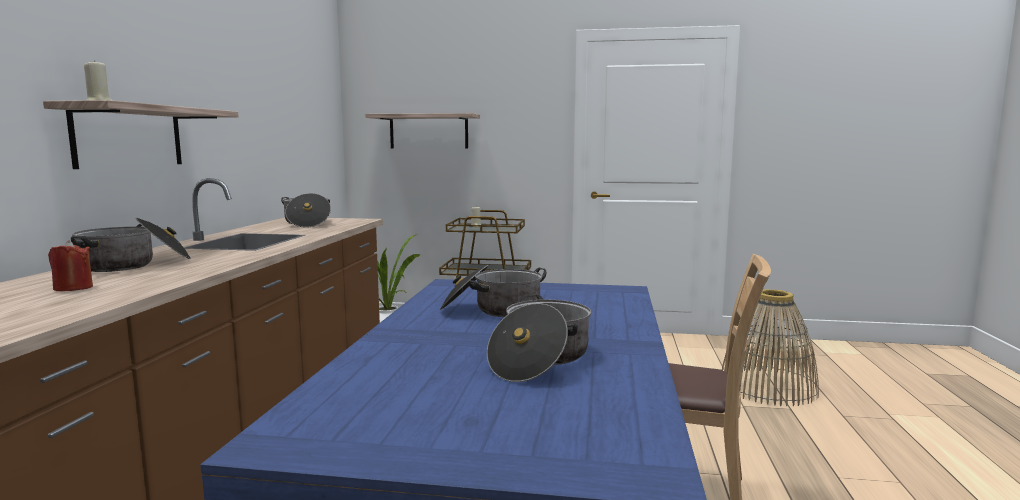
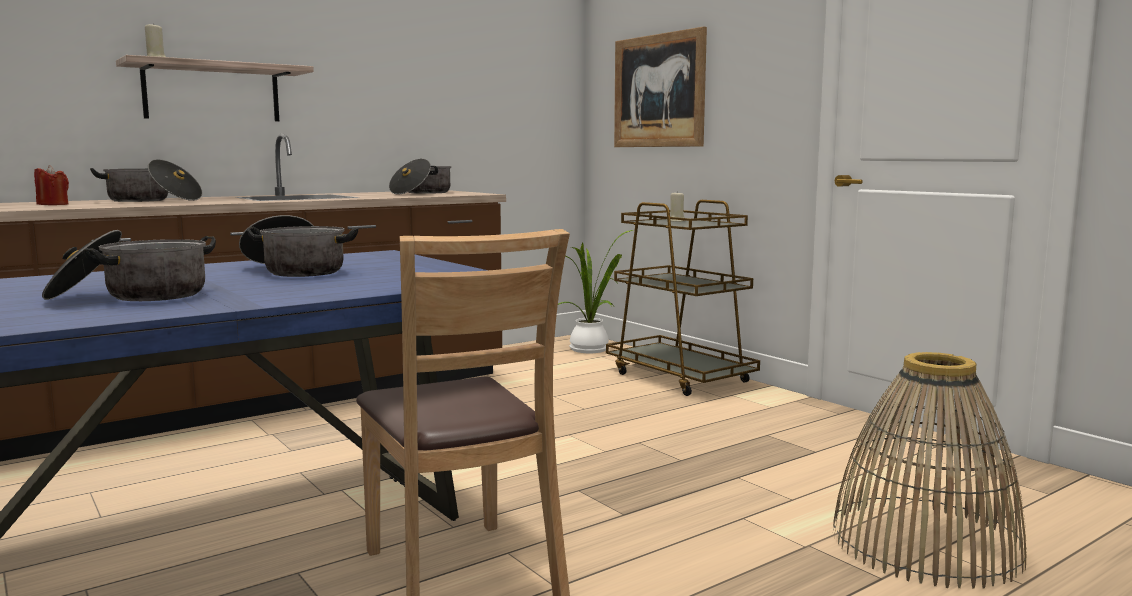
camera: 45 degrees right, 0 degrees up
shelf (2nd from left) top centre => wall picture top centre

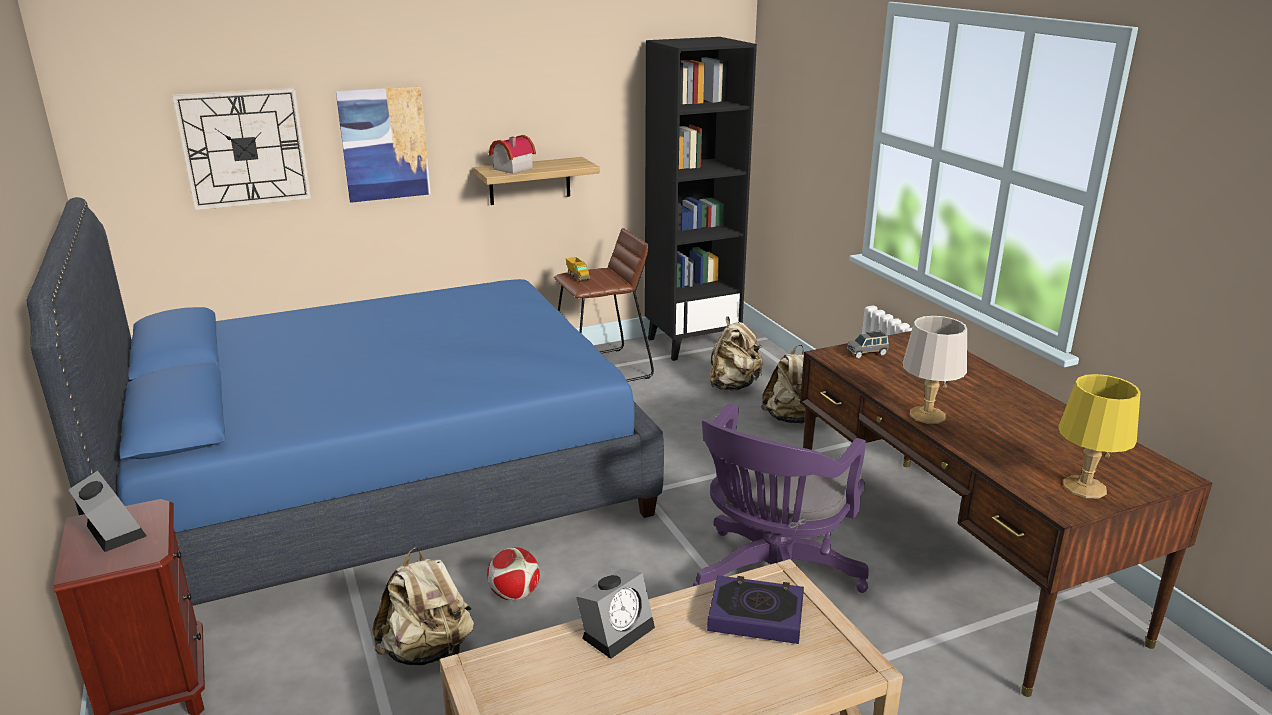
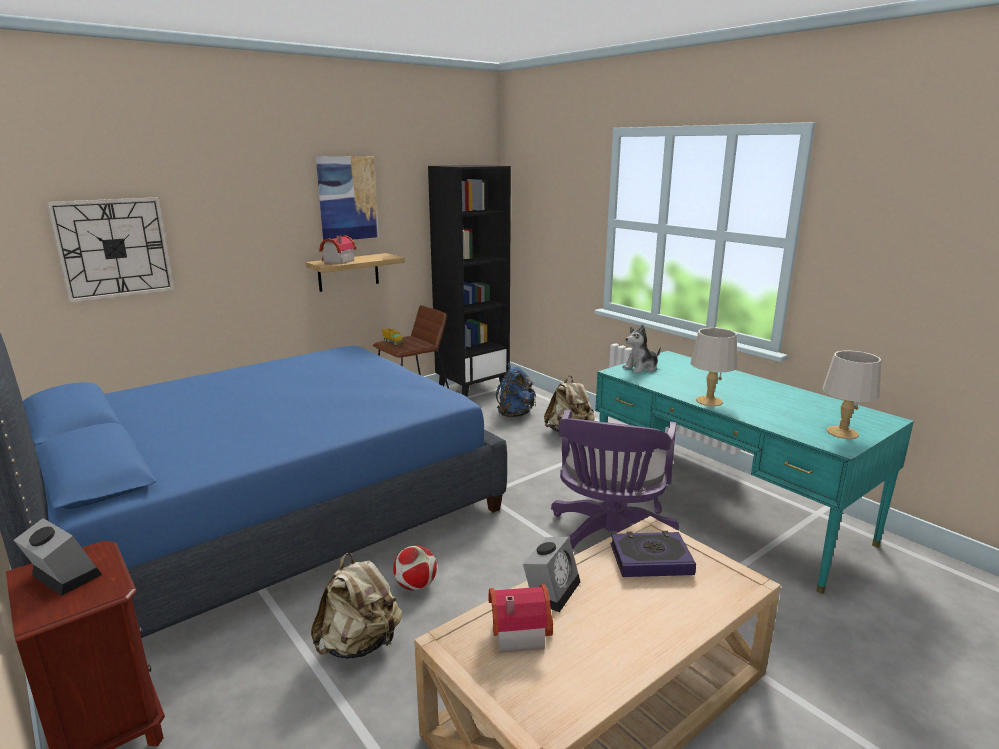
camera: 15 degrees left, 5 degrees down
wall picture top left => wall picture top centre, move
sand-coloured rucksack (2nd from left) centre => blue-coloured rucksack centre
greyish toy car middle right => soft toy centre
brown-coloured desk unit bottom right => turquoise-coloured desk unit middle right
yellowish lamp for a table middle right => greyish lamp for a table (2nd from left) middle right
nothing => miniature house (2nd from left) bottom centre

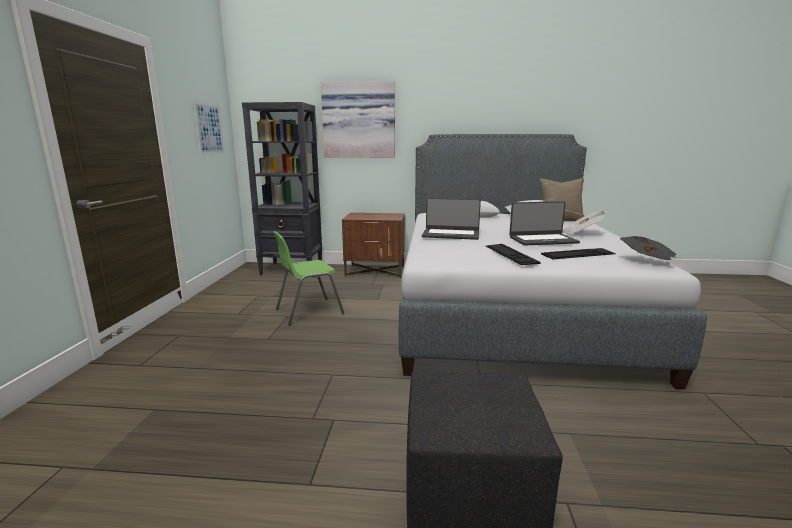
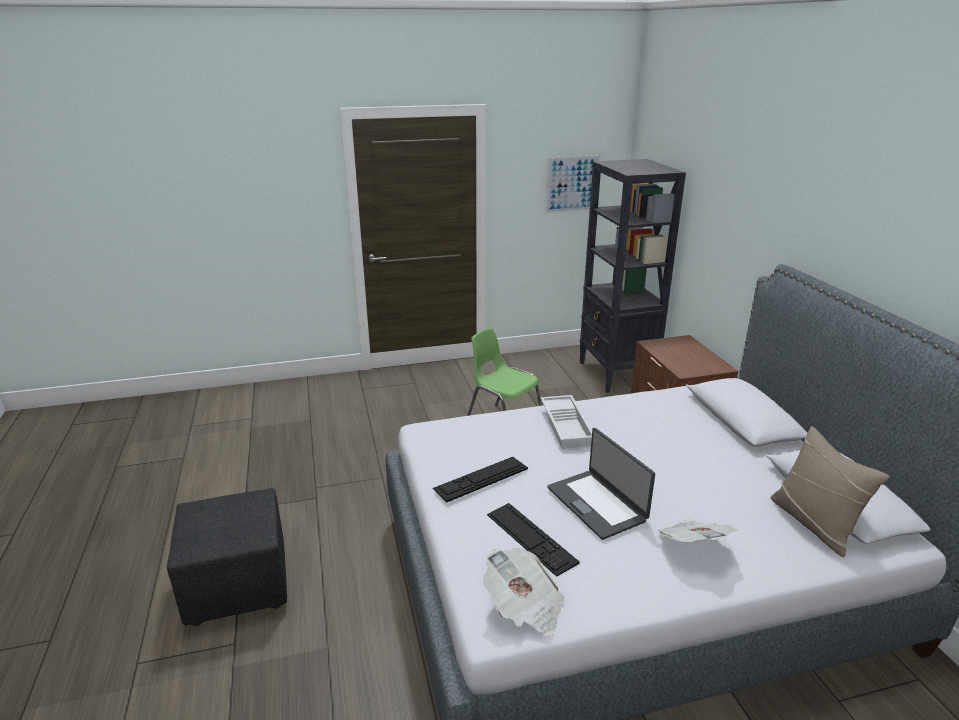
camera: 70 degrees right, 10 degrees up
wall picture (2nd from left) top centre => nothing
portable computer (1st from left) centre => white serving tray centre

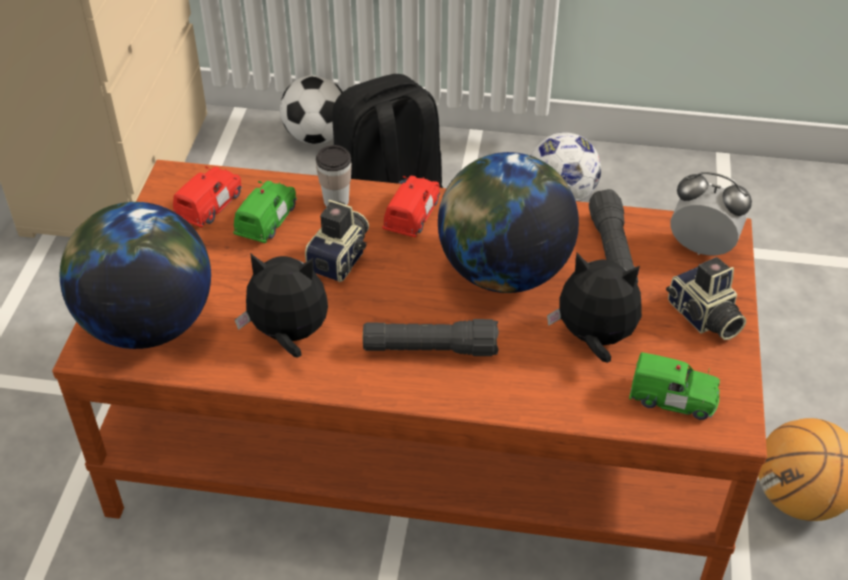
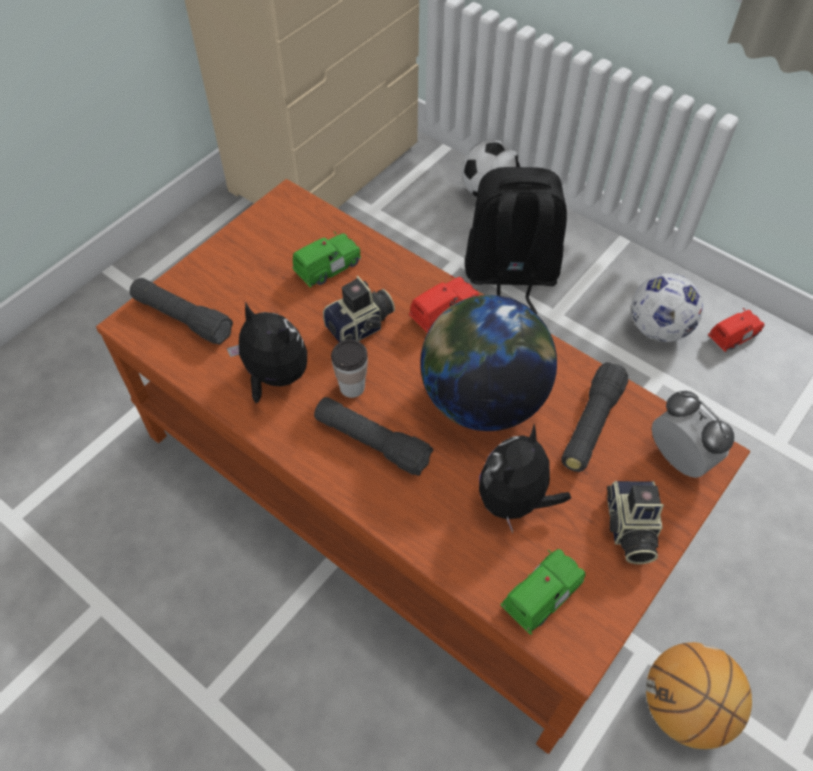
camera: 30 degrees right, 10 degrees up
drinking cup top centre => drinking cup centre, move
reddish toy car (1st from left in the first image) middle left => reddish toy car (2nd from left) middle right, move
desk globe (1st from left) middle left => black-coloured flashlight (1st from left) middle left
soft toy (2nd from left) middle right => soft toy (2nd from left) centre, 105 degrees counterclockwise
greenish toy car (2nd from left) middle right => greenish toy car (2nd from left) bottom right, 90 degrees counterclockwise

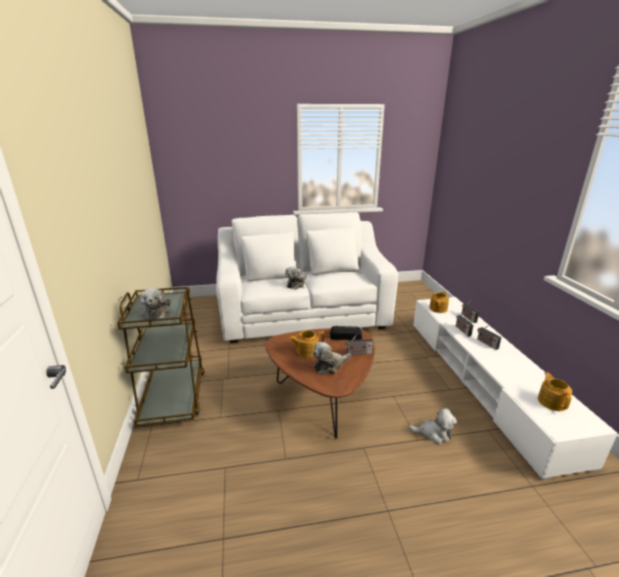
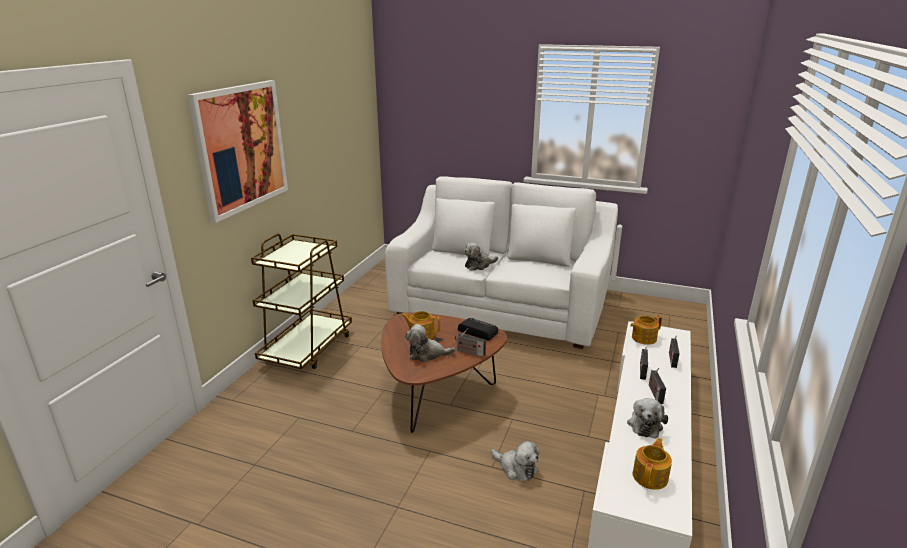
camera: 30 degrees right, 0 degrees up
soft toy (1st from left in the first image) middle left => soft toy (4th from left) bottom right, move
nothing => wall picture top left

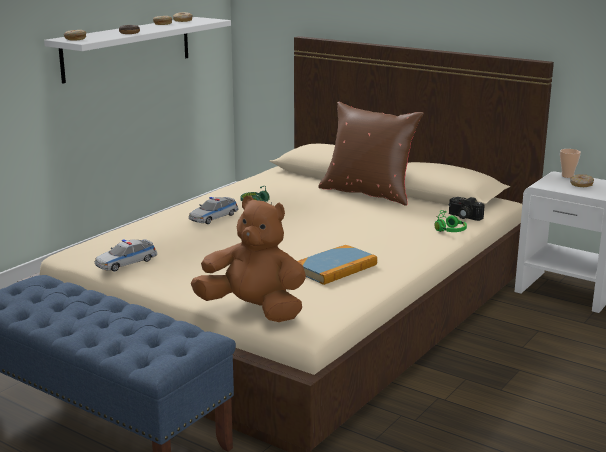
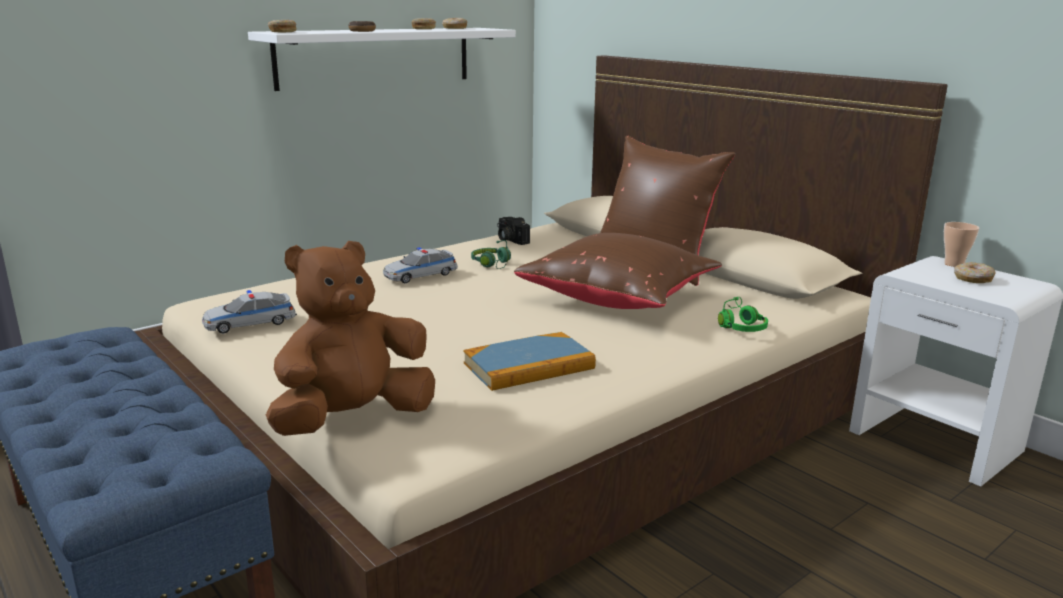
camera: 15 degrees right, 0 degrees up
brown-coloured soft toy centre => brown-coloured soft toy middle left, 75 degrees counterclockwise
photo camera middle right => photo camera centre, move
nothing => brown-coloured pillow (1st from left) centre

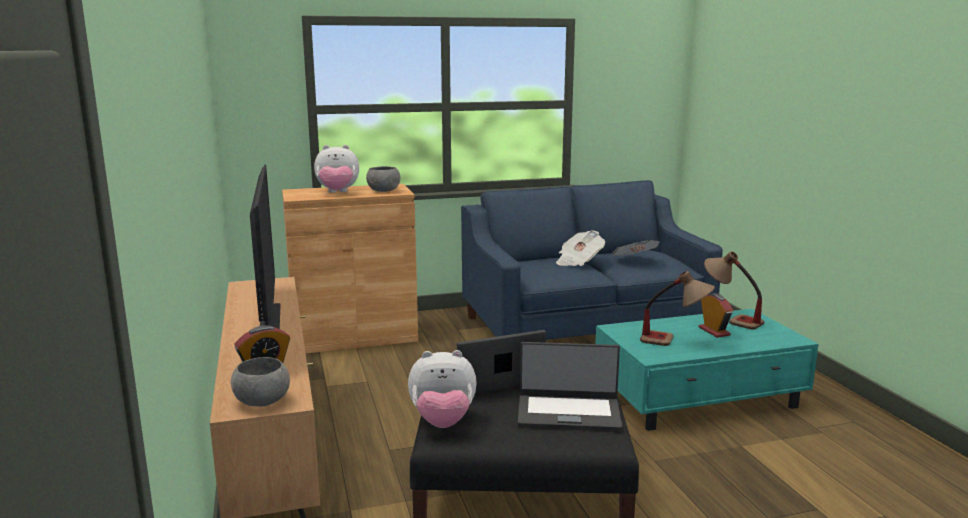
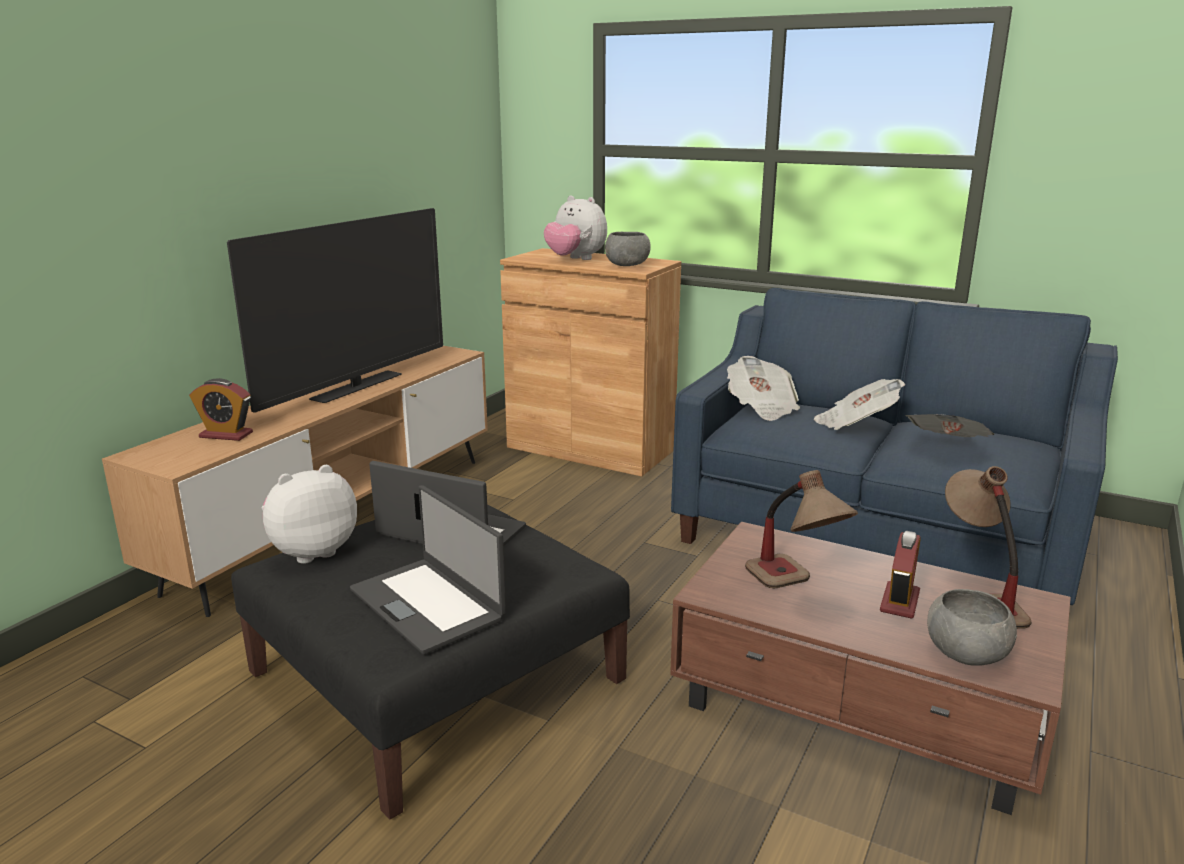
camera: 45 degrees right, 5 degrees up
turquoise-coloured low table bottom right => brown-coloured low table bottom right
soft toy (2nd from left in the first image) bottom centre => soft toy (1st from left) middle left, 105 degrees clockwise
greyish bowl (1st from left in the first image) bottom left => greyish bowl (2nd from left) bottom right, move
nothing => newspaper (1st from left) centre

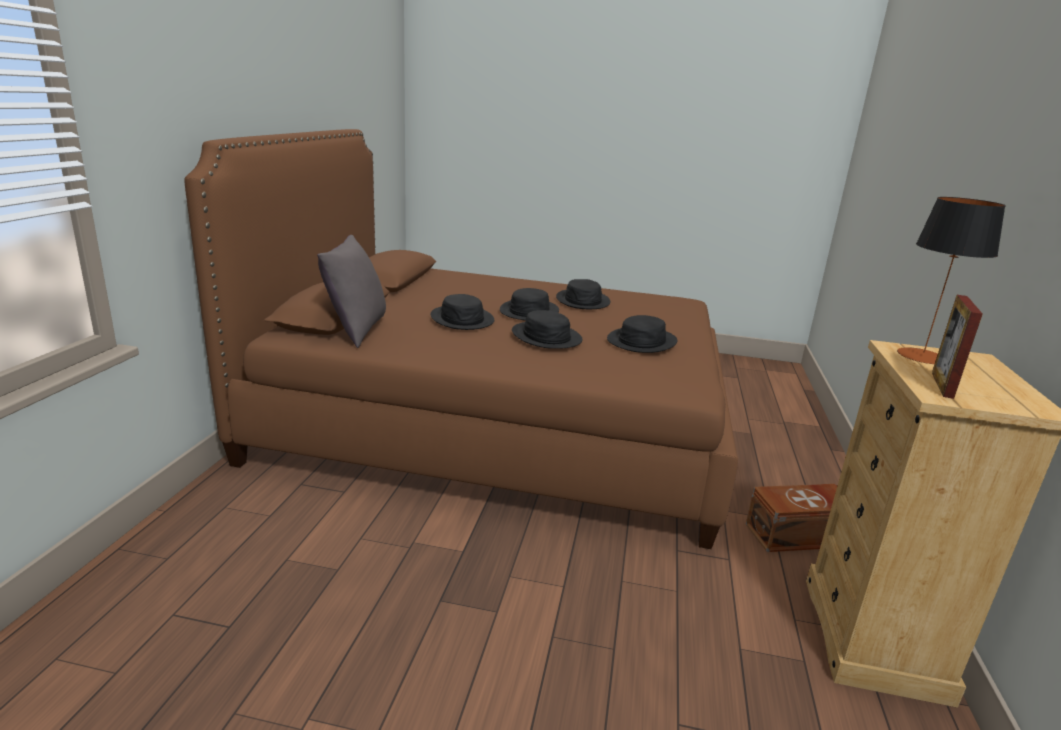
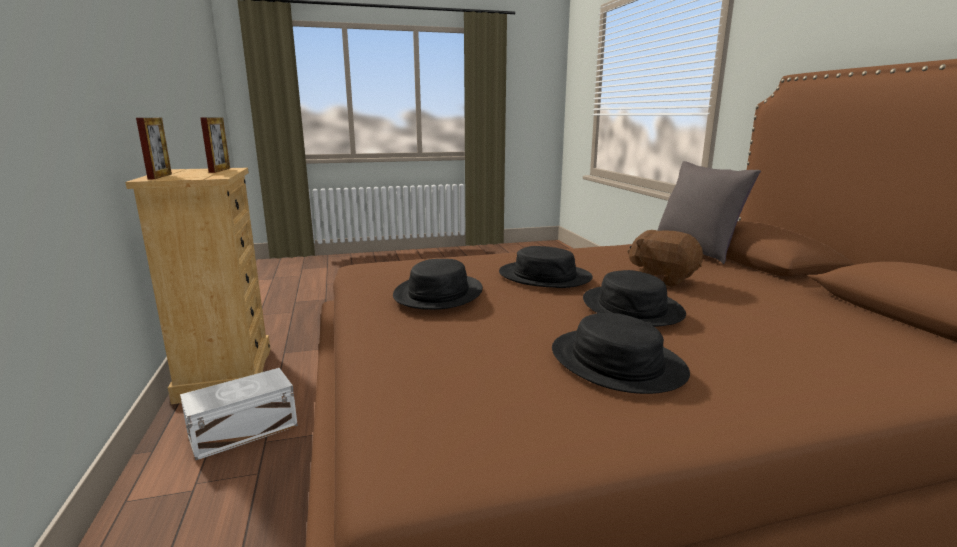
camera: 155 degrees right, 5 degrees down
lamp for a table middle right => nothing
black-coloured wearable hat (1st from left) centre => brown-coloured soft toy middle right
brown-coloured storage container bottom right => white storage container bottom left
nothing => photo frame (1st from left) top left

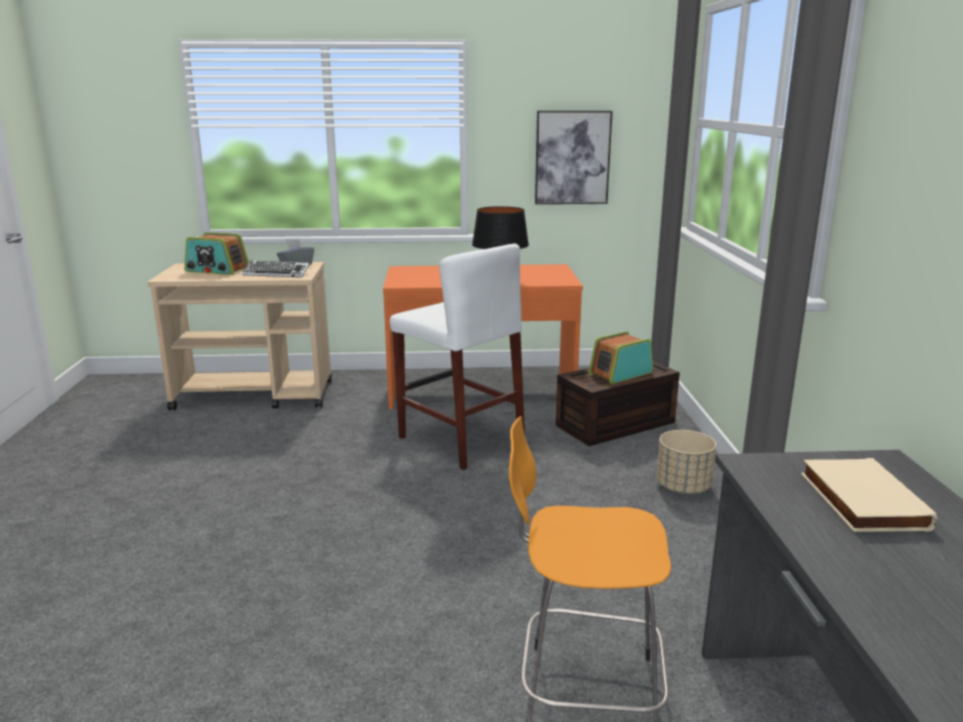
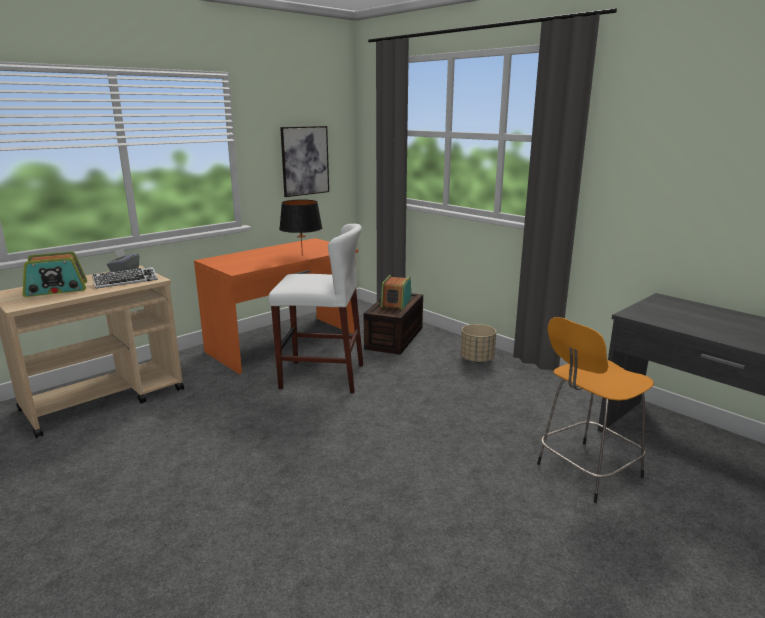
camera: 40 degrees left, 0 degrees up
sand-coloured bound book bottom right => nothing

